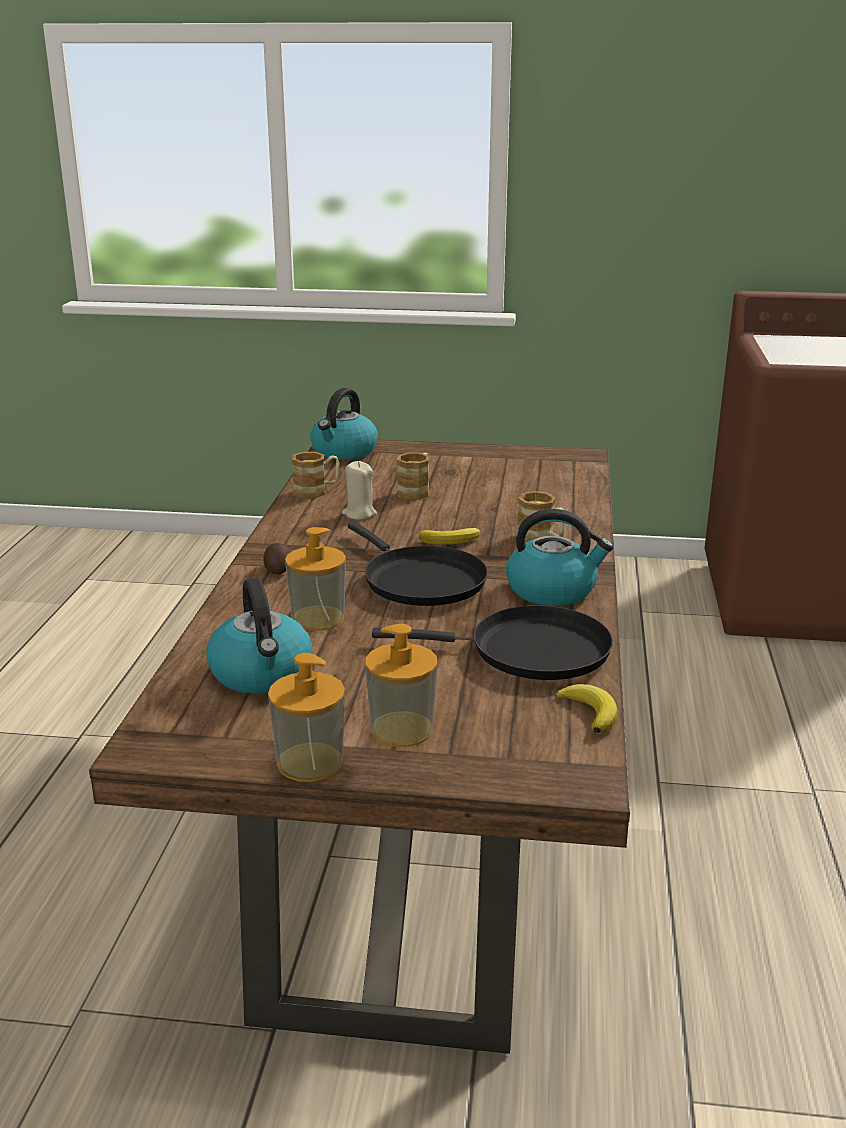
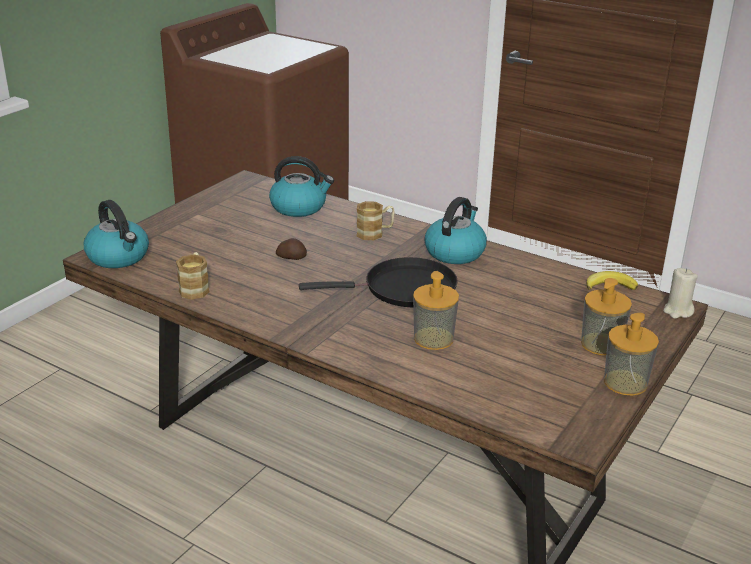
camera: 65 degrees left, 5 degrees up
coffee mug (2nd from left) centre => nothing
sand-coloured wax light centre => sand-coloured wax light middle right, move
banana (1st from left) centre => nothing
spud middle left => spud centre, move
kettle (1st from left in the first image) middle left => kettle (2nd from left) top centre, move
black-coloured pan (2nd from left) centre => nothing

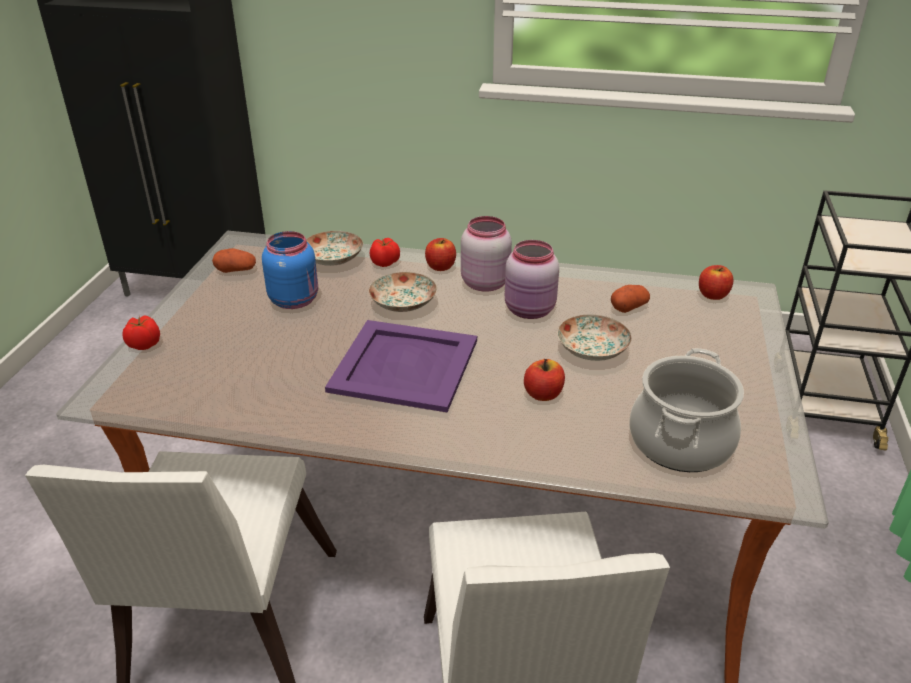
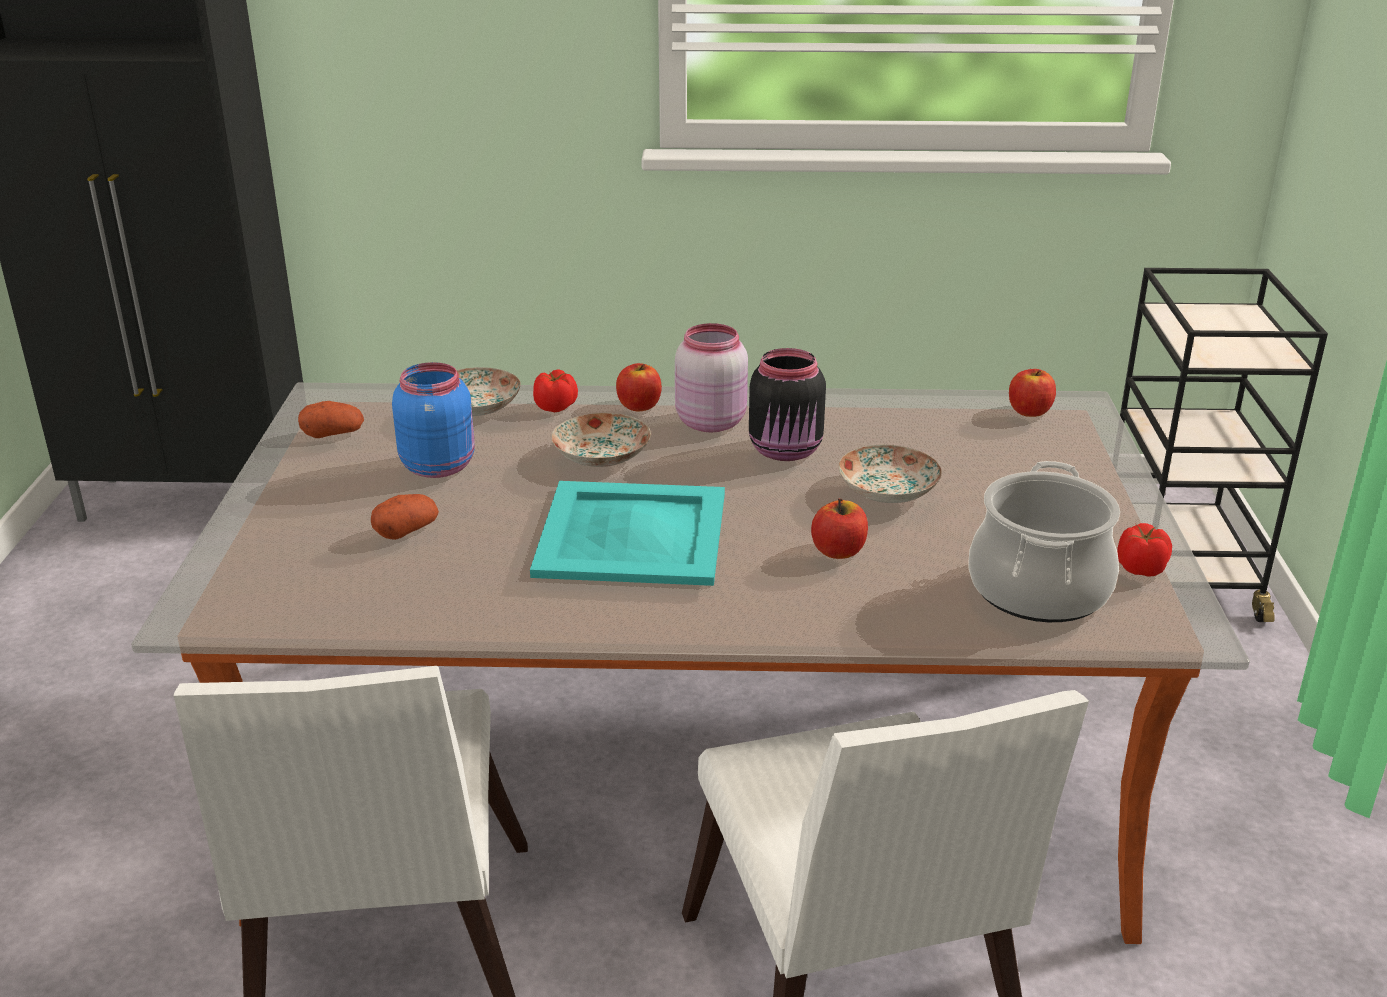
camera: 10 degrees left, 5 degrees down
pink preserve jar (2nd from left) centre => black-coloured preserve jar centre
spud (2nd from left) middle right => spud (2nd from left) middle left, move
fresh tomato (1st from left in the first image) middle left => fresh tomato (2nd from left) middle right, move
purple-coloured serving tray centre => turquoise-coloured serving tray centre

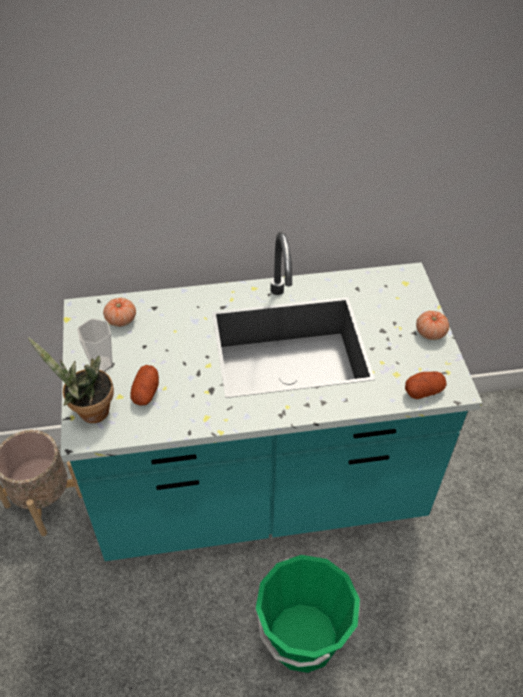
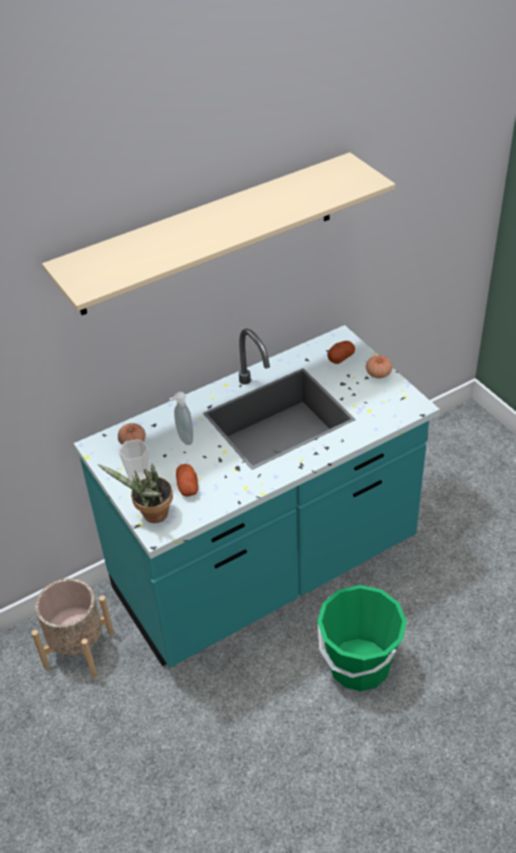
camera: 20 degrees left, 5 degrees down
spud (2nd from left) middle right => spud (2nd from left) centre, move
nothing => sand-coloured shelf top centre
nothing => soap dispenser centre

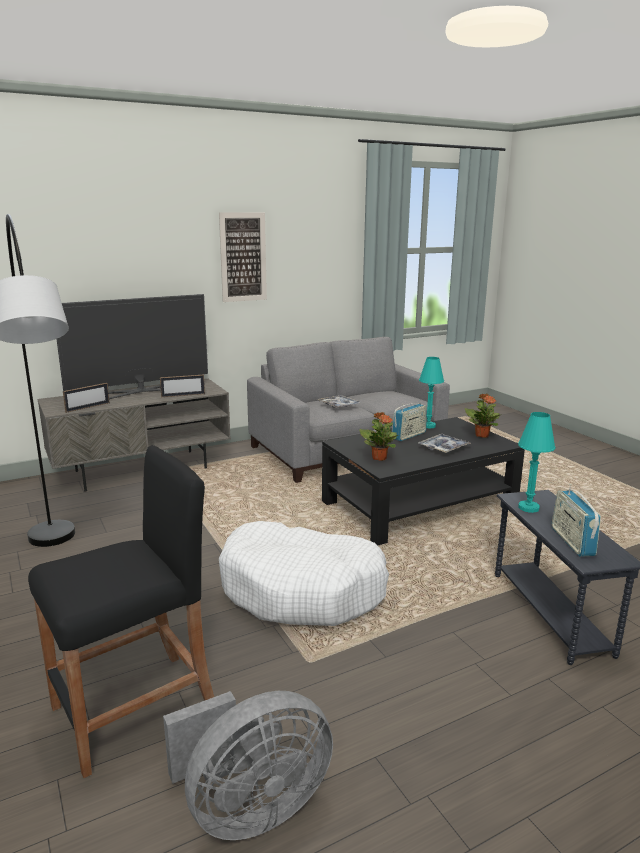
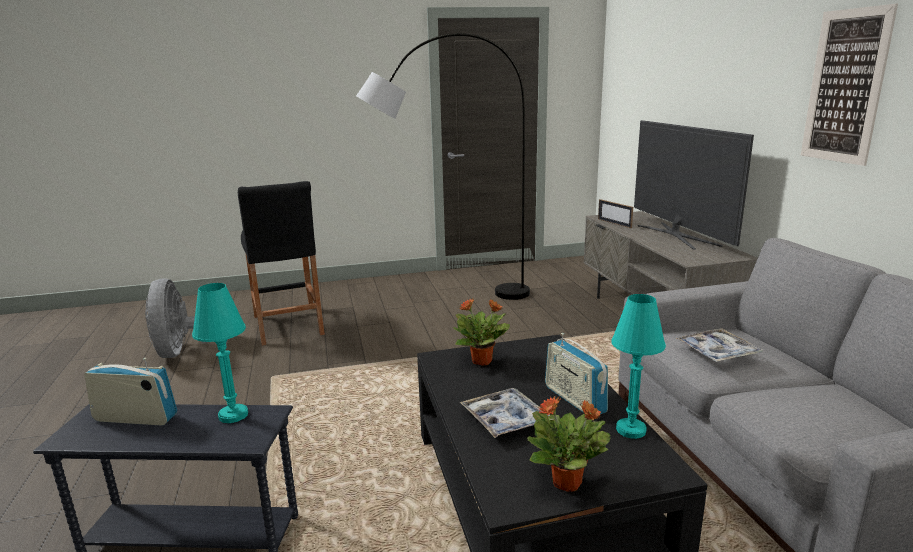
camera: 105 degrees right, 0 degrees up
photo frame (2nd from left) middle left => nothing
white pet bed bottom centre => nothing

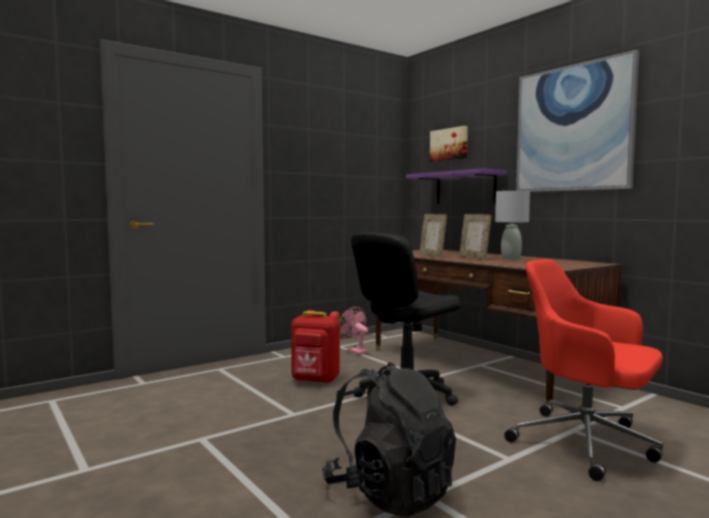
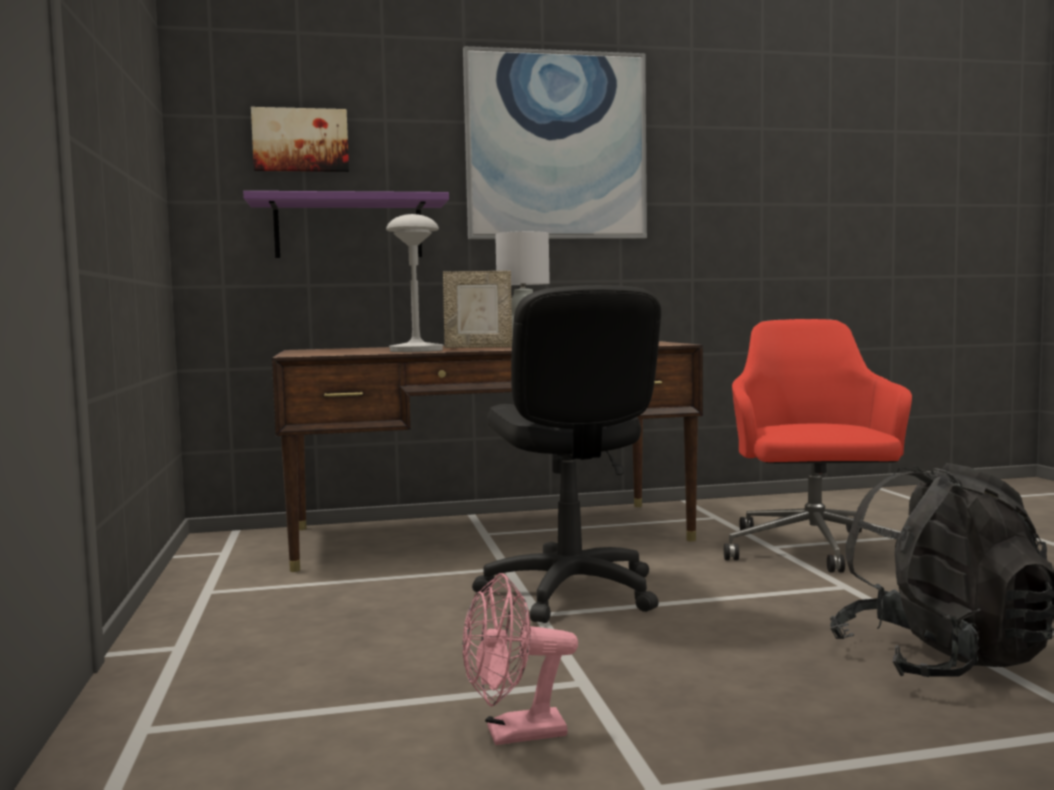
camera: 65 degrees left, 0 degrees up
photo frame (1st from left) centre => greyish lamp for a table (1st from left) centre
reddish desk chair bottom right => reddish desk chair middle right, 120 degrees clockwise
pink electric fan centre => pink electric fan bottom centre, move
reddish rucksack bottom centre => nothing

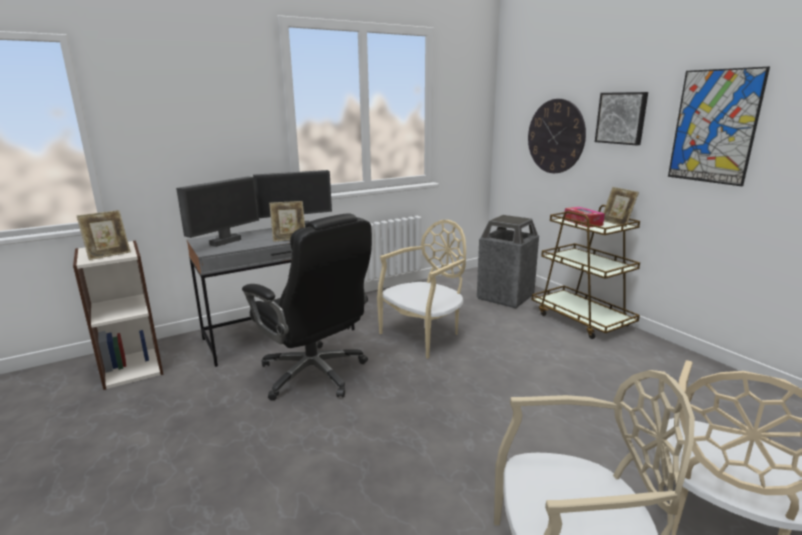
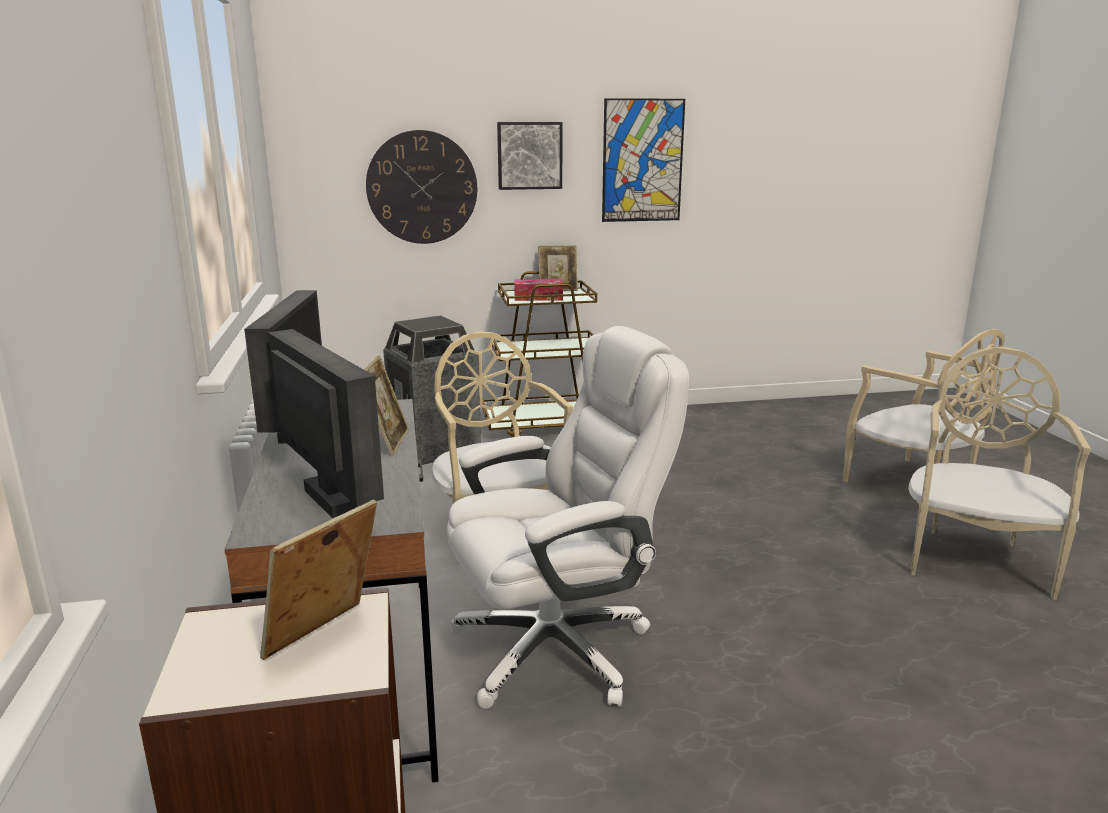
camera: 70 degrees left, 0 degrees up
photo frame (1st from left) middle left => photo frame (1st from left) bottom left, 120 degrees counterclockwise
black-coloured desk chair centre => white desk chair centre

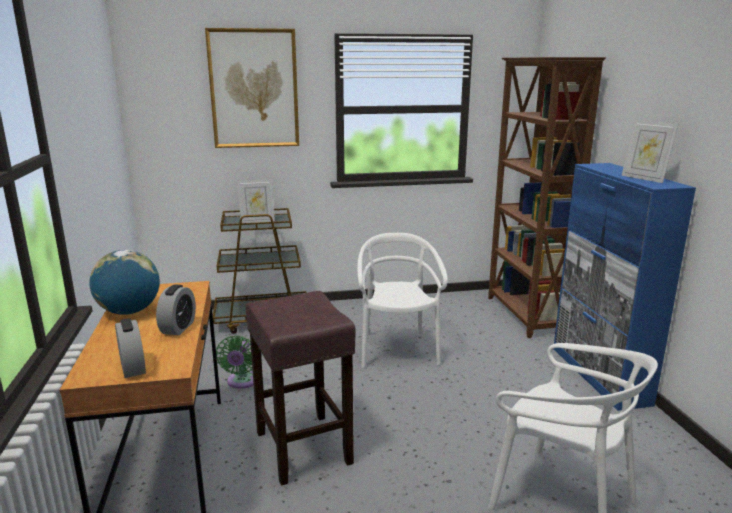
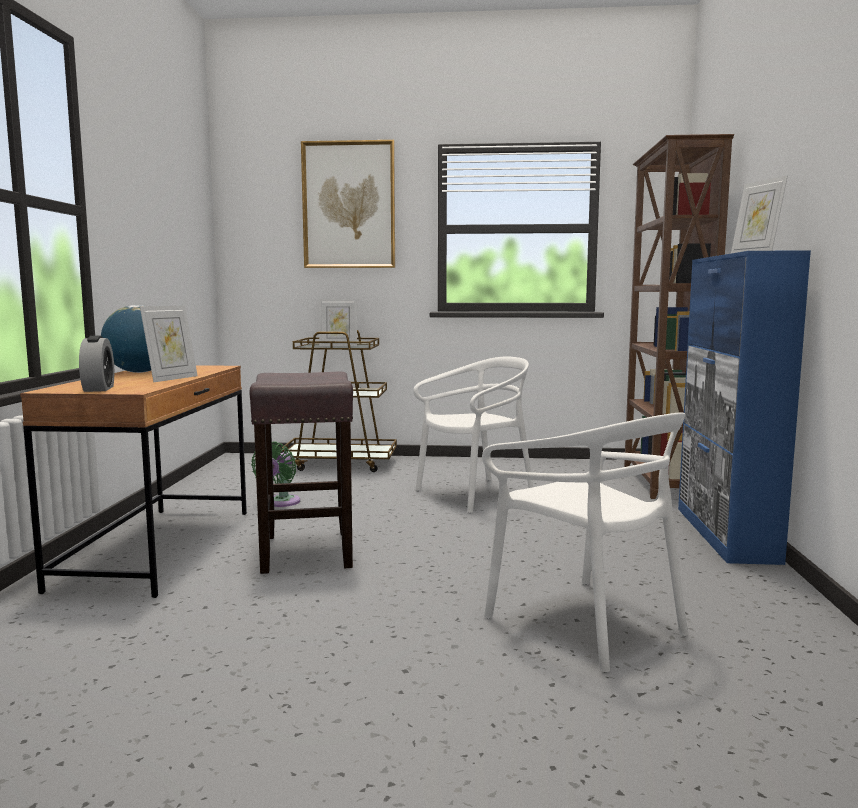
camera: 15 degrees right, 10 degrees down
white plain chair (1st from left) centre, 45 degrees clockwise
alarm clock (2nd from left) middle left => photo frame (1st from left) middle left

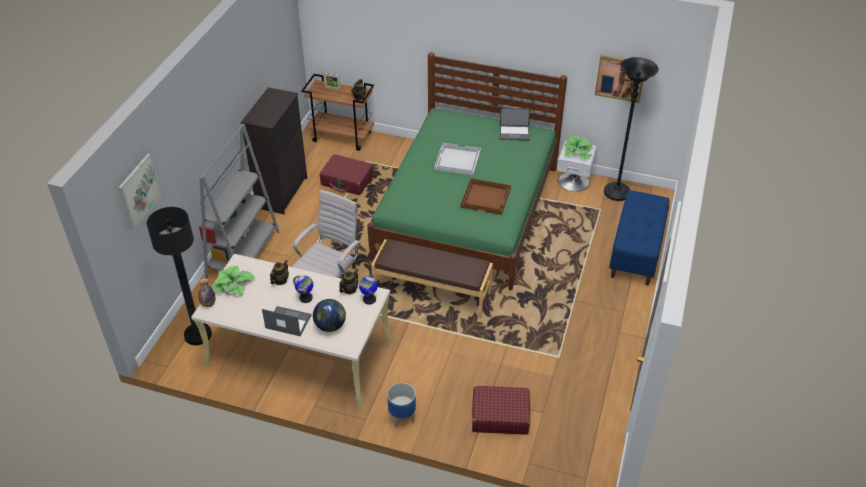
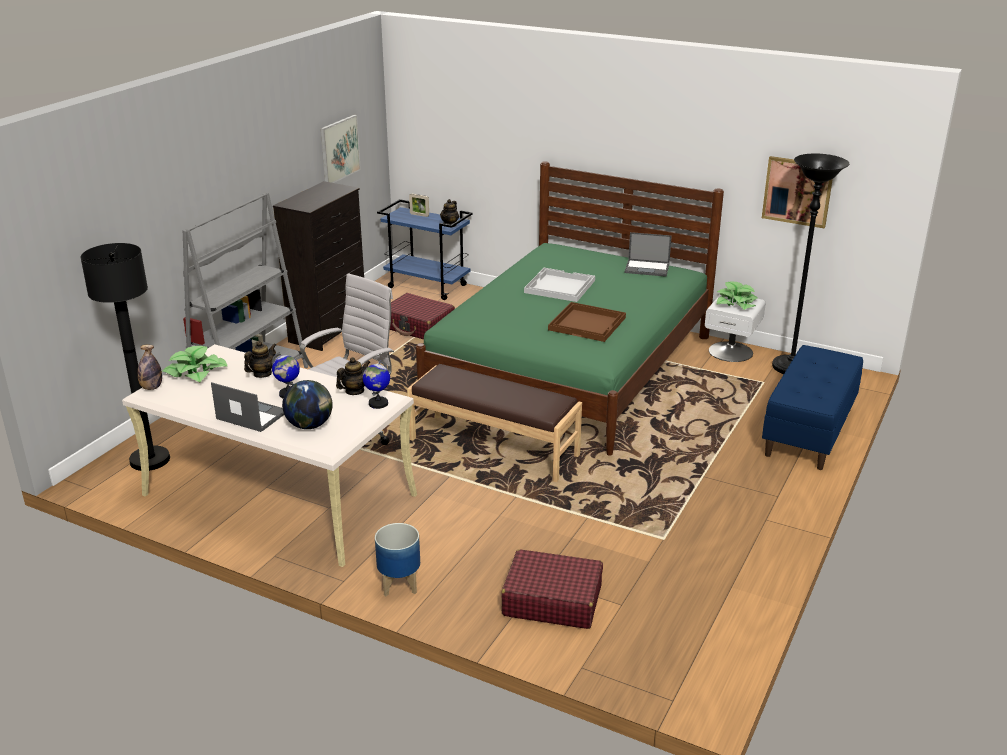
camera: 10 degrees right, 15 degrees down
brown-coloured cart top centre => blue-coloured cart top centre
wall picture (1st from left) middle left => wall picture (1st from left) top centre, move

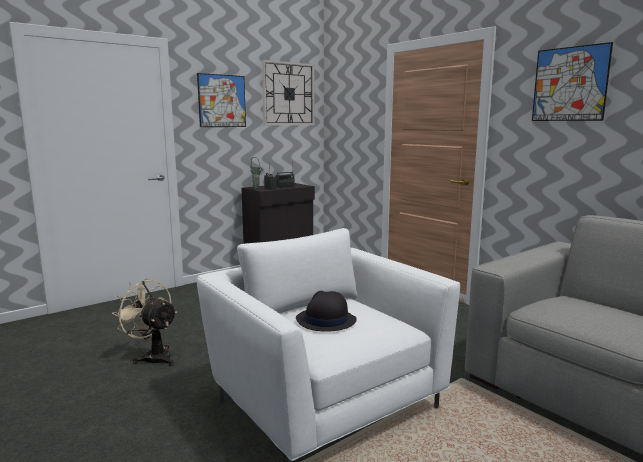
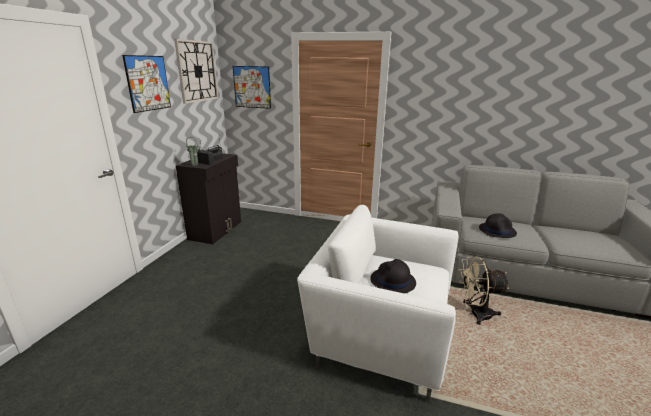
camera: 35 degrees left, 10 degrees up
wall picture (2nd from left) top right => wall picture (2nd from left) top centre, move
sand-coloured electric fan bottom left => sand-coloured electric fan bottom right, move
nothing => black-coloured wearable hat (2nd from left) middle right

